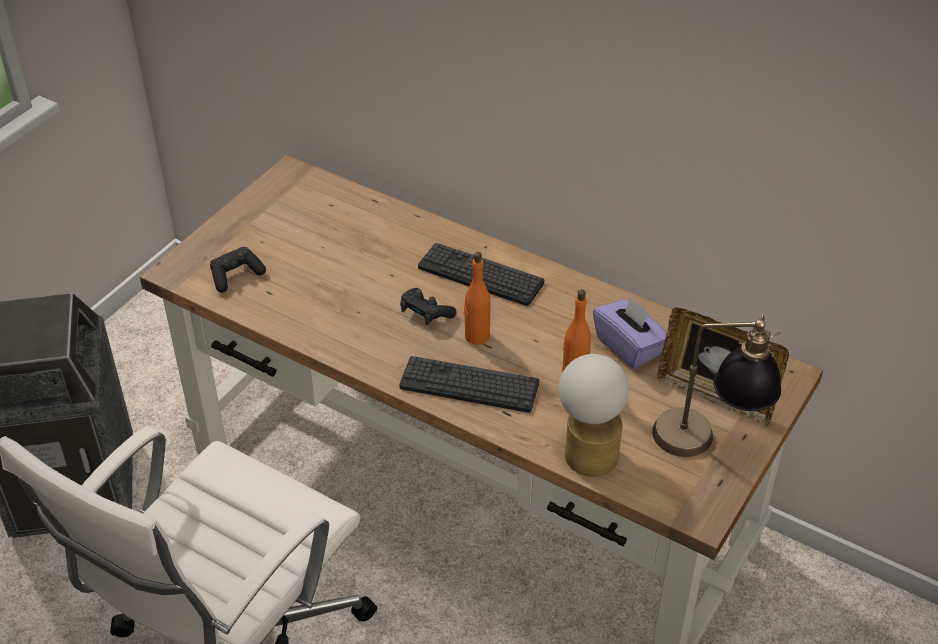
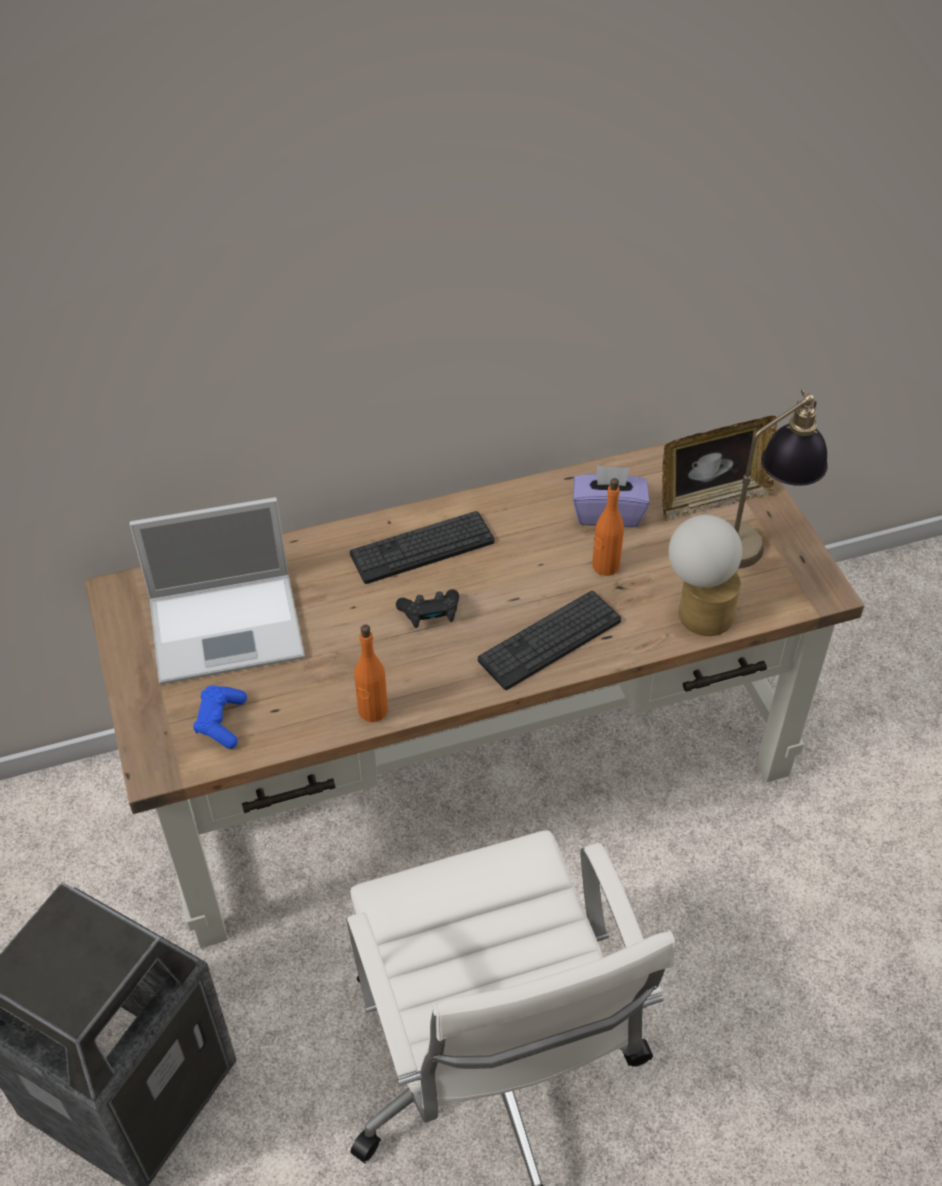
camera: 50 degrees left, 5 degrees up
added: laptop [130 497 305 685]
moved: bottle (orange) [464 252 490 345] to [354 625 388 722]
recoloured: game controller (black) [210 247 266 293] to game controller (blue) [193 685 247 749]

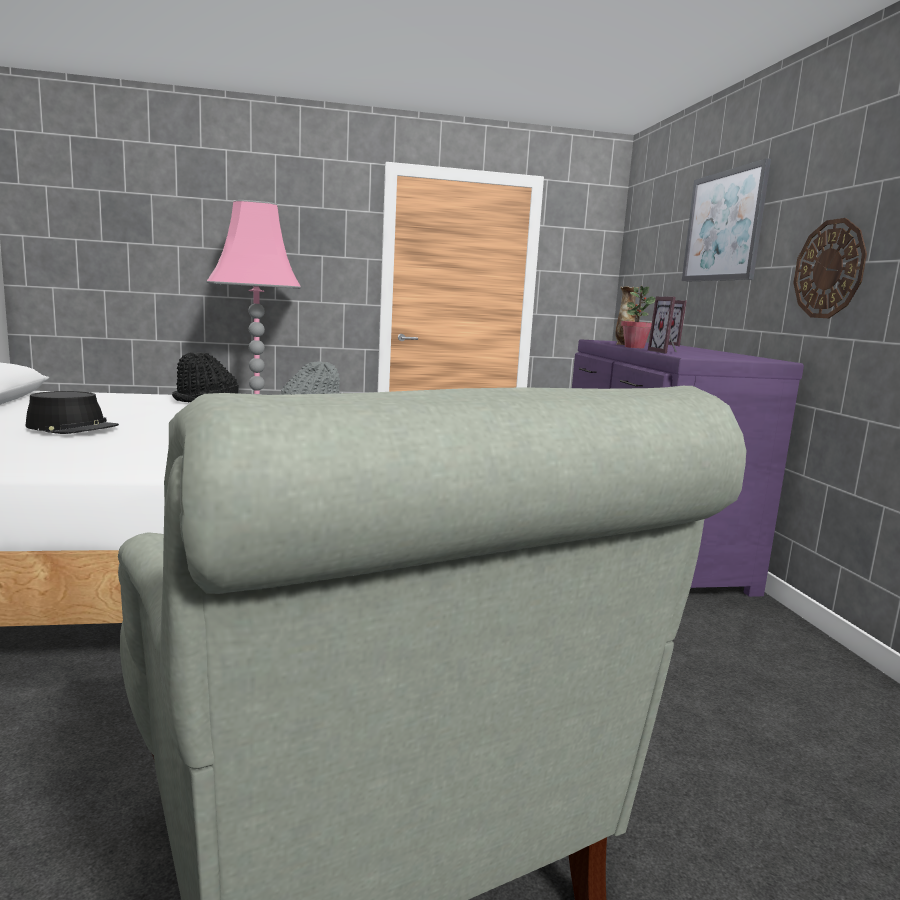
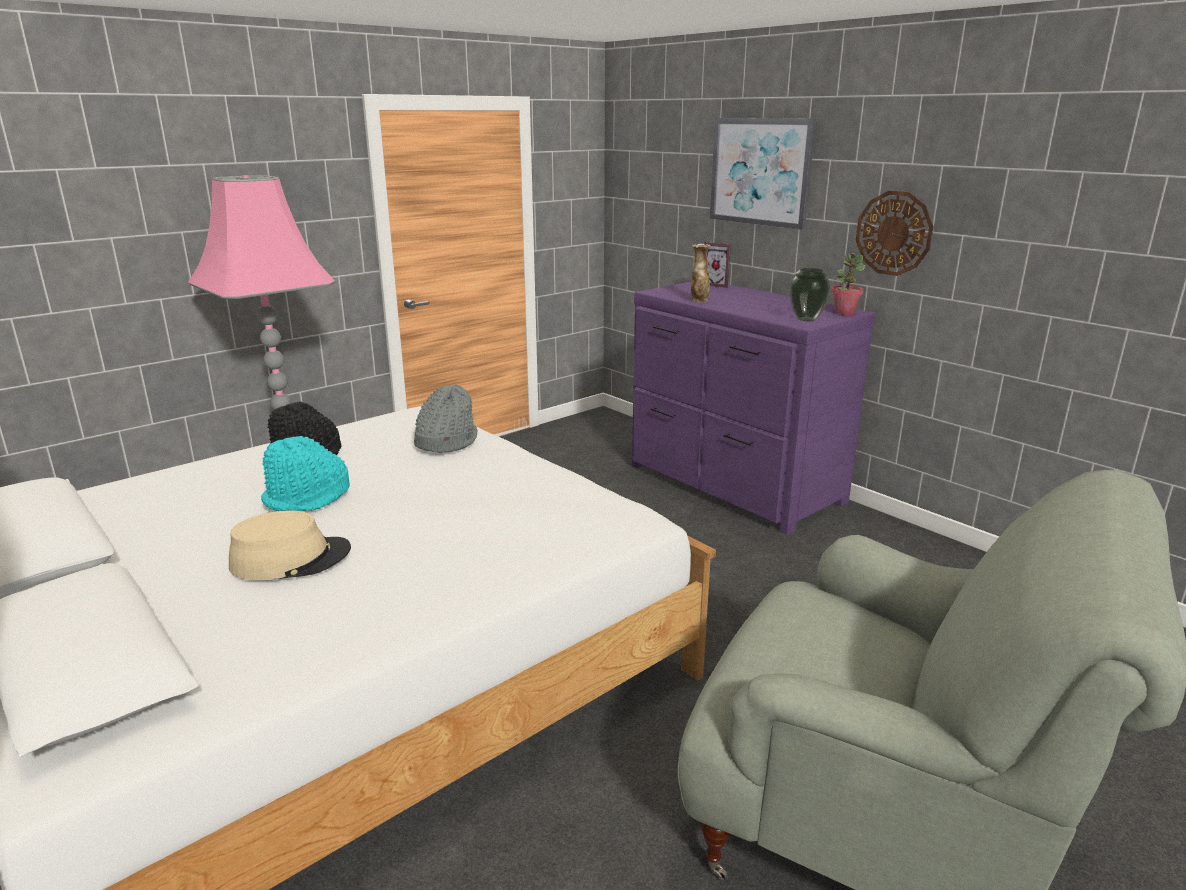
camera: 30 degrees left, 10 degrees up
removed: picture frame [648 296 677 354]
added: hat (turquoise) [261 436 350 511]; vase [789 268 831 321]
moved: potted plant [621 286 656 348] to [831 253 865 315]
recoloured: hat (black) [25 391 119 434] to hat (beige) [229 511 351 580]

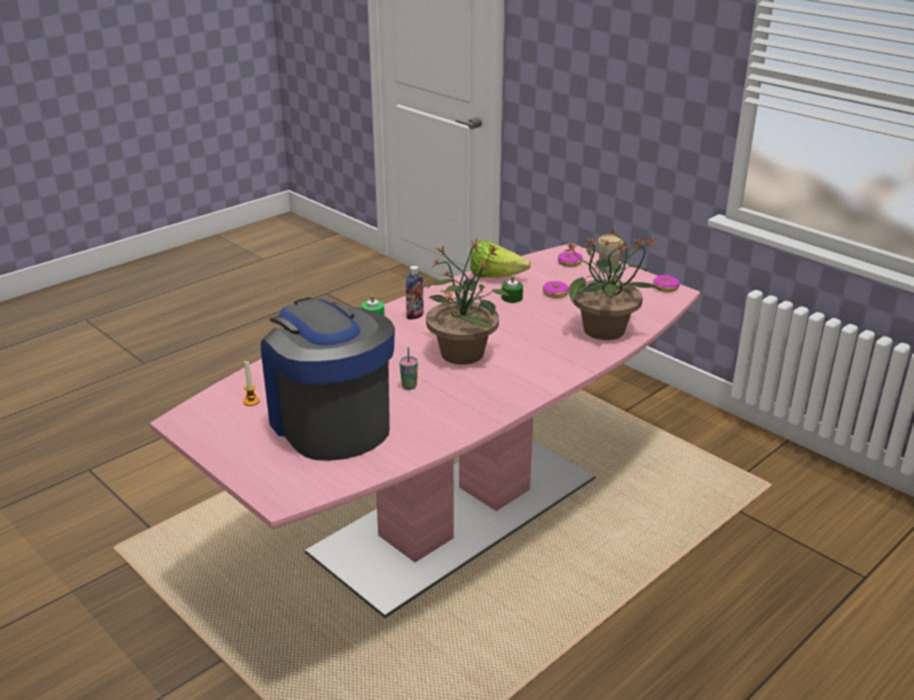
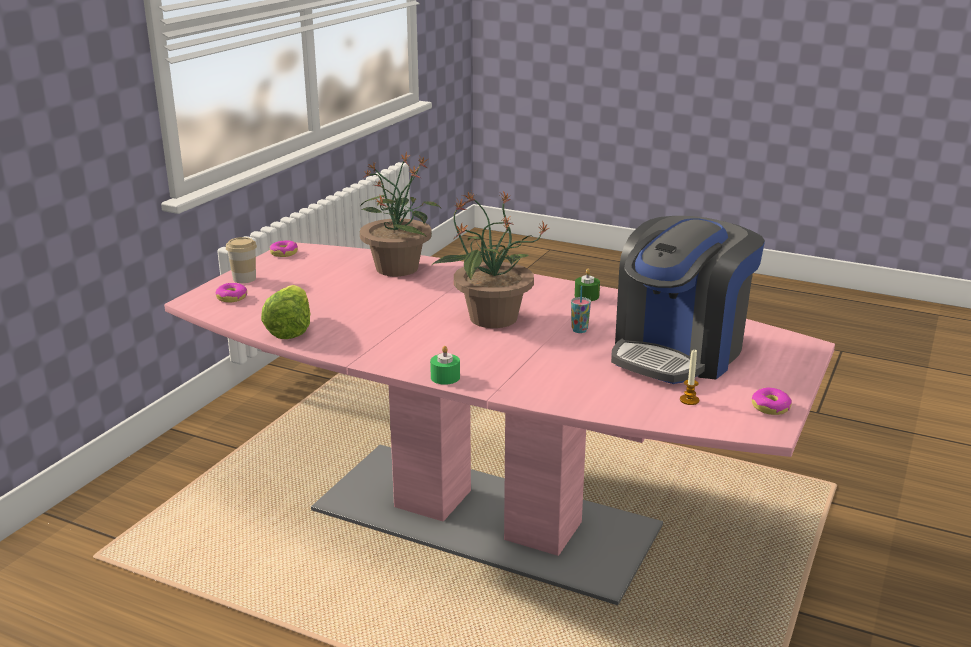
camera: 110 degrees left, 5 degrees down
removed: bottle [406 266 424 320]
moved: candle (green) [502 275 523 303] to [575 269 600 301]; donut [543 281 569 298] to [752 387 792 415]

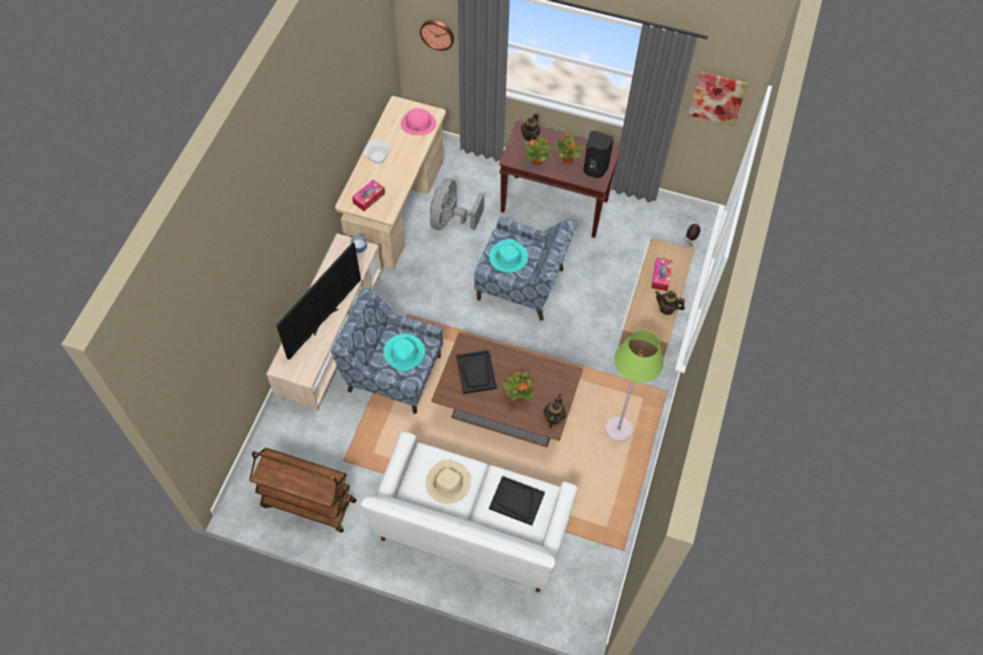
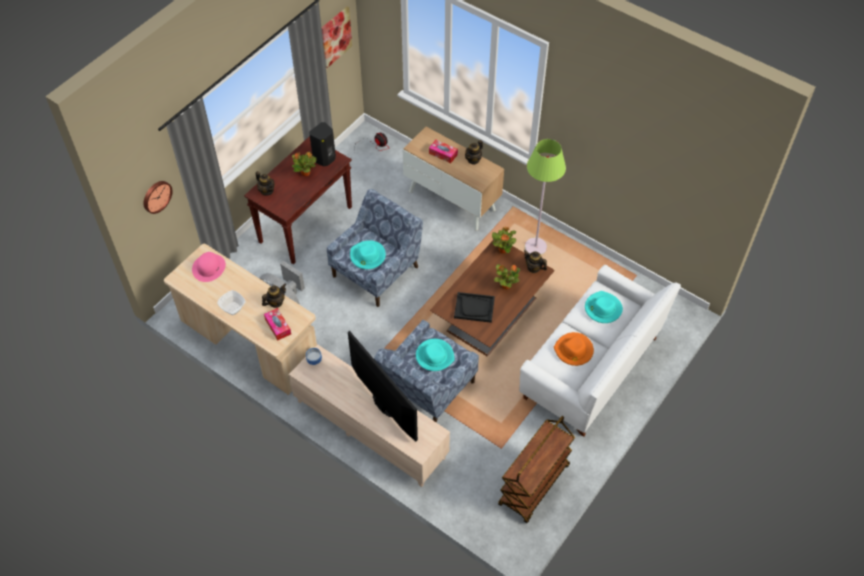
camera: 70 degrees left, 5 degrees down
added: teapot [262 284 286 308]
moved: potted plant [524 138 552 165] to [492 227 517 254]
replaced: tray (black) [489 476 545 526] to hat (turquoise) [585 291 623 323]
recoloured: hat (beige) [426 460 471 503] to hat (orange) [554 332 594 366]

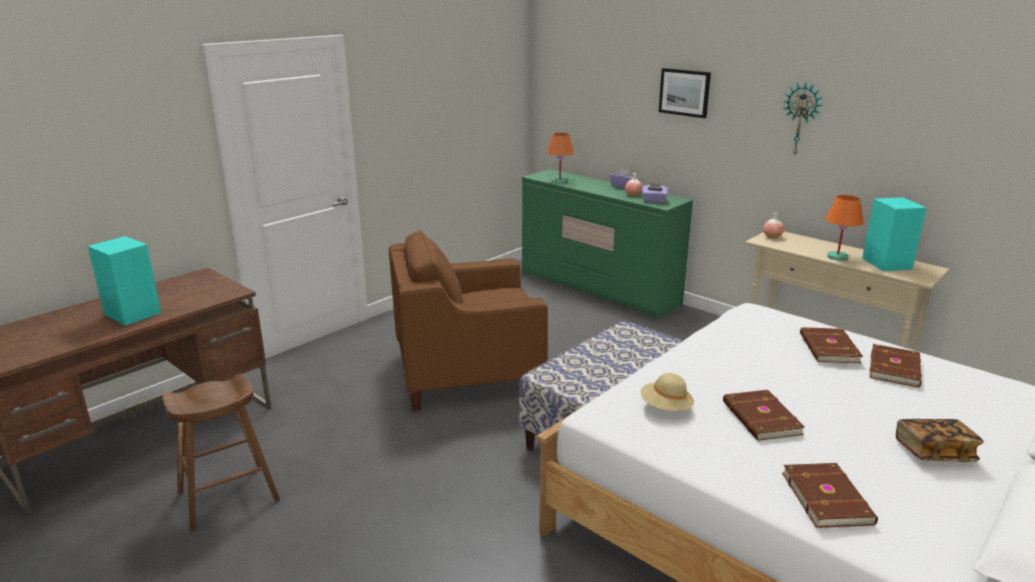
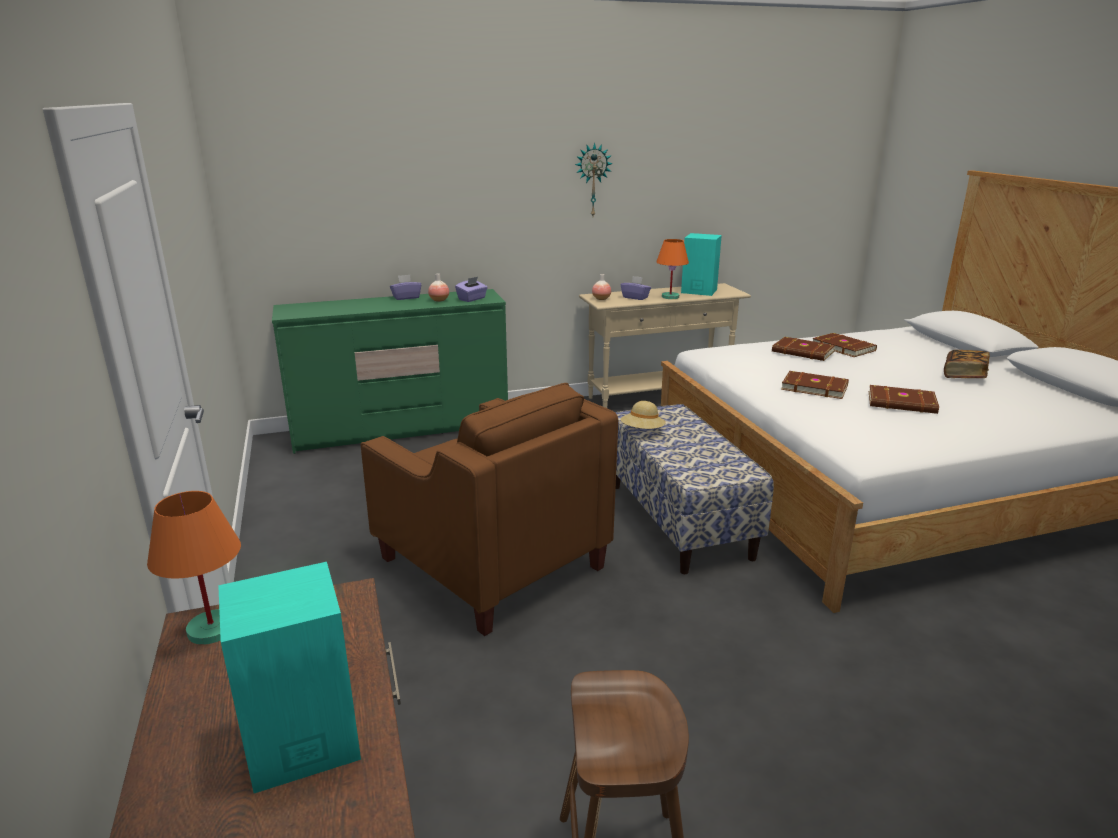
camera: 60 degrees left, 0 degrees up
removed: picture [659 68 711 118]
added: tissue box (purple) [621 276 651 300]
moved: table lamp (orange) [547 133 574 184] to [147 491 241 645]; hat (beige) [641 373 694 411] to [621 401 666 429]; book (brown) [782 463 878 528] to [781 371 849 399]
turned: armchair (brown) [389 230 548 411] = [361 383 618 636] 60 degrees counterclockwise

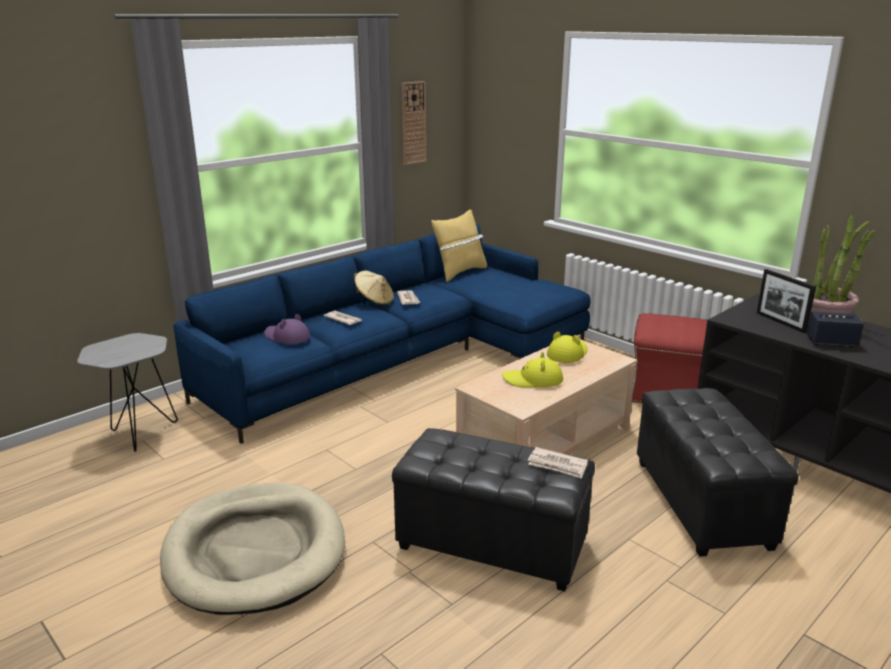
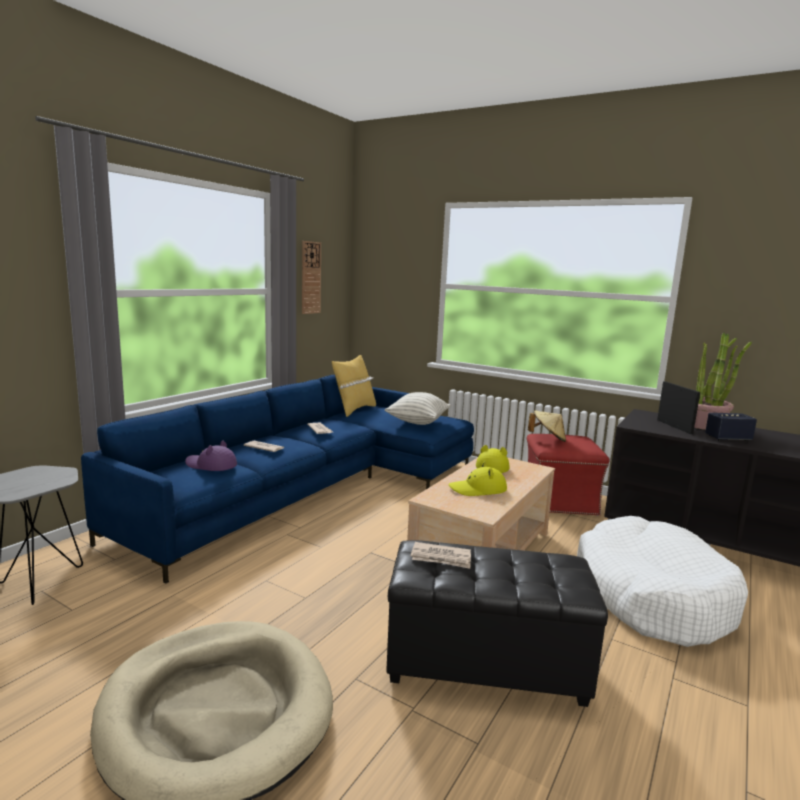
camera: 15 degrees left, 10 degrees down
added: pillow [385 392 451 425]
moved: hat (beige) [353 271 394 305] to [528 411 566 442]; newspaper [528 447 588 478] to [411 542 471 569]
replaced: ottoman (black) [637 388 798 557] to dog bed (white) [577 516 748 647]
turned: picture frame [757 269 816 333] = [657 381 700 434] 150 degrees counterclockwise

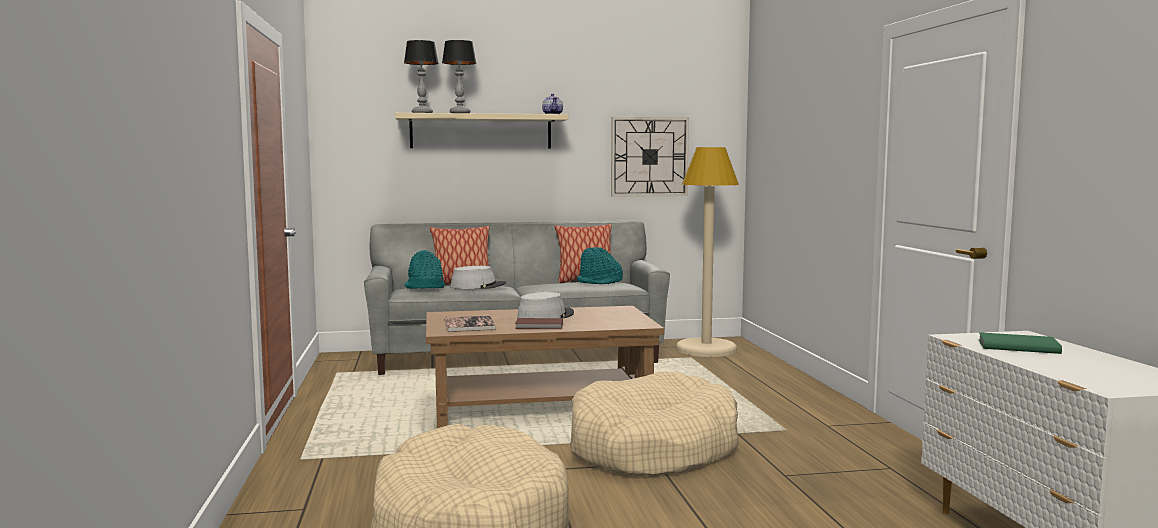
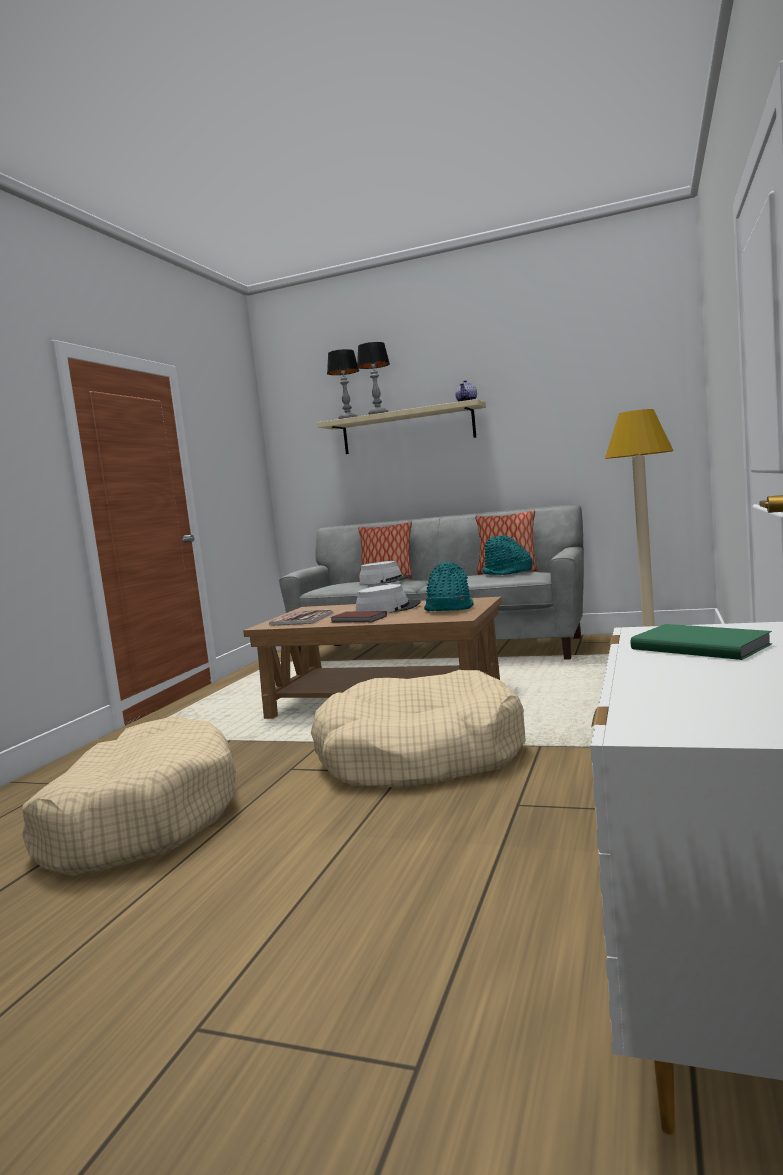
camera: 30 degrees right, 0 degrees up
removed: wall clock [611 117 689 197]
moved: hat (turquoise) [404 250 445 289] to [424 561 473 611]

